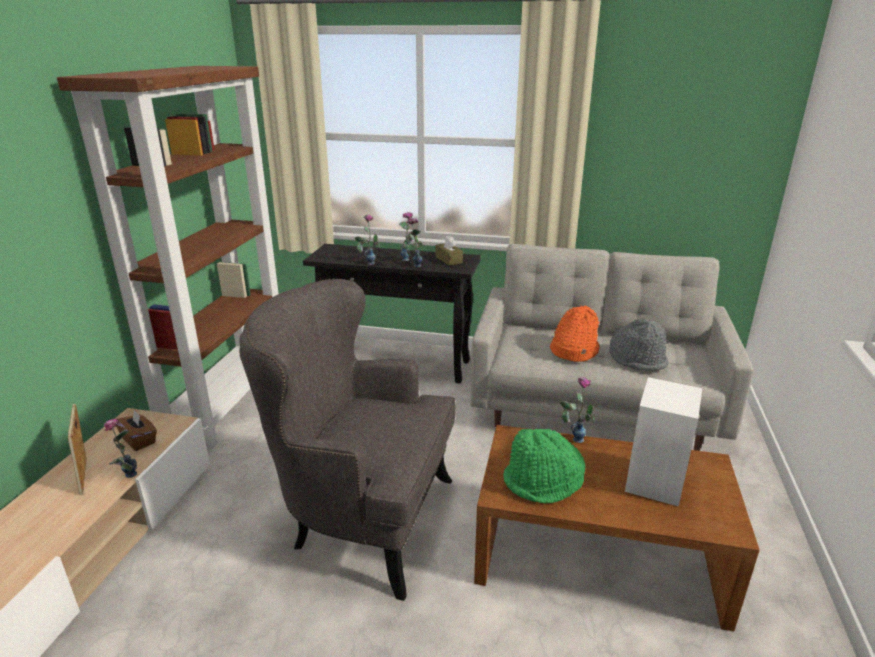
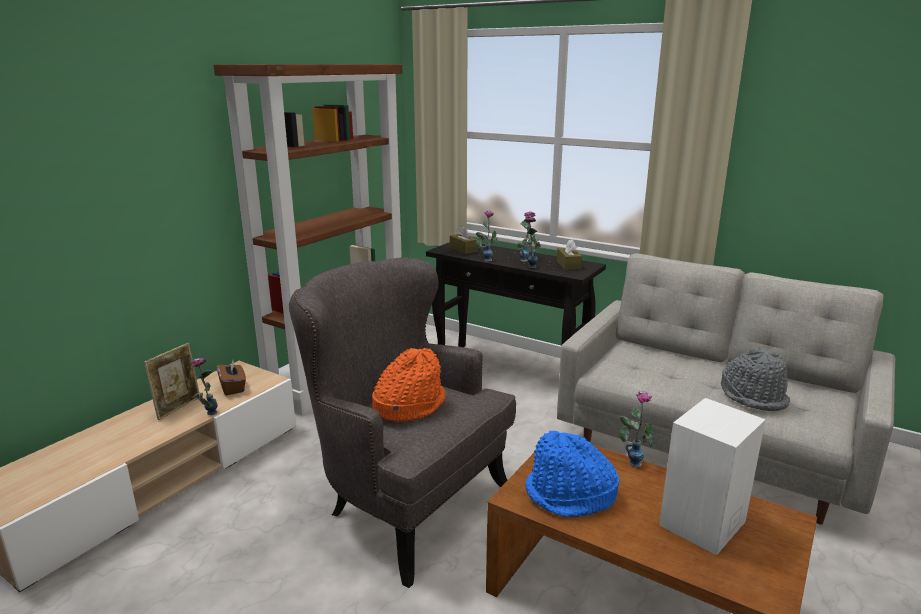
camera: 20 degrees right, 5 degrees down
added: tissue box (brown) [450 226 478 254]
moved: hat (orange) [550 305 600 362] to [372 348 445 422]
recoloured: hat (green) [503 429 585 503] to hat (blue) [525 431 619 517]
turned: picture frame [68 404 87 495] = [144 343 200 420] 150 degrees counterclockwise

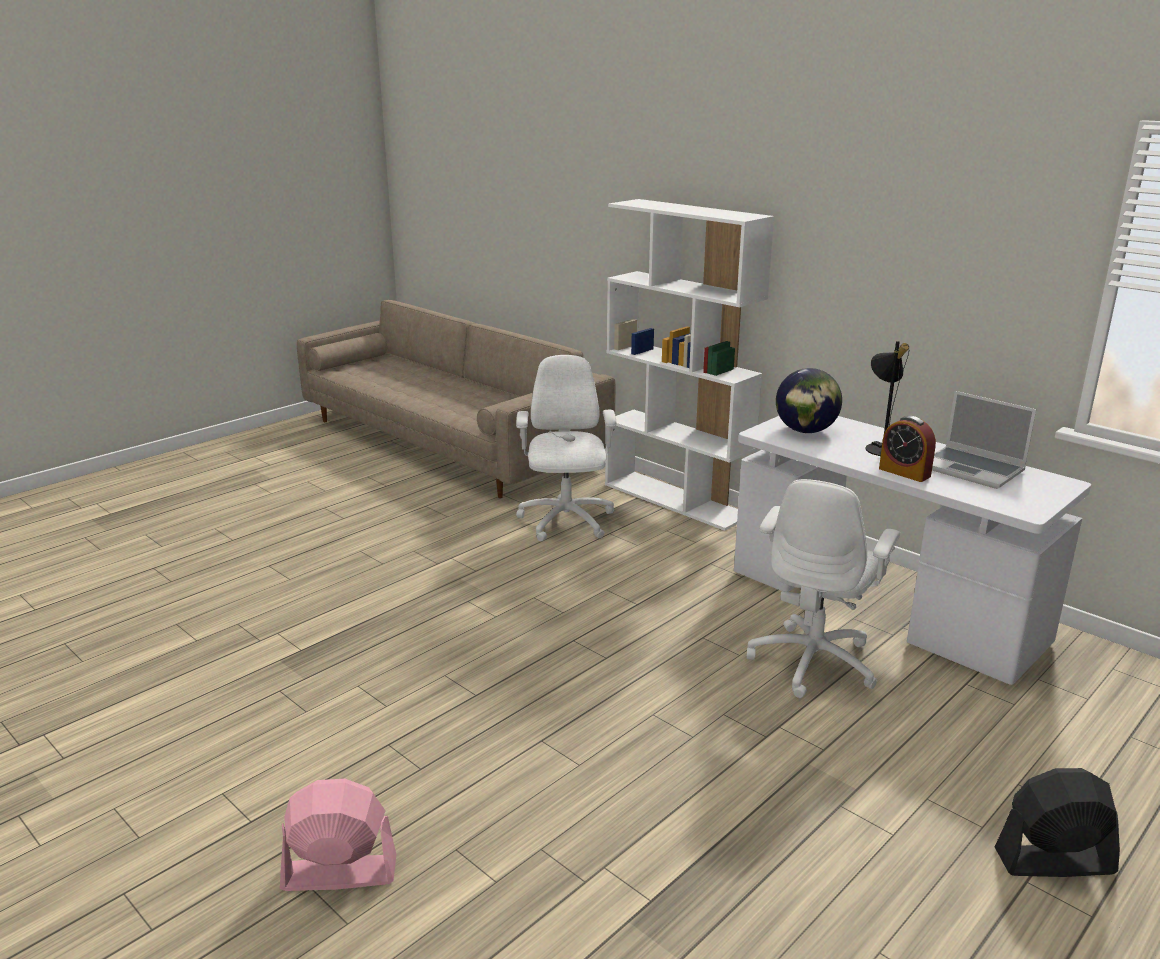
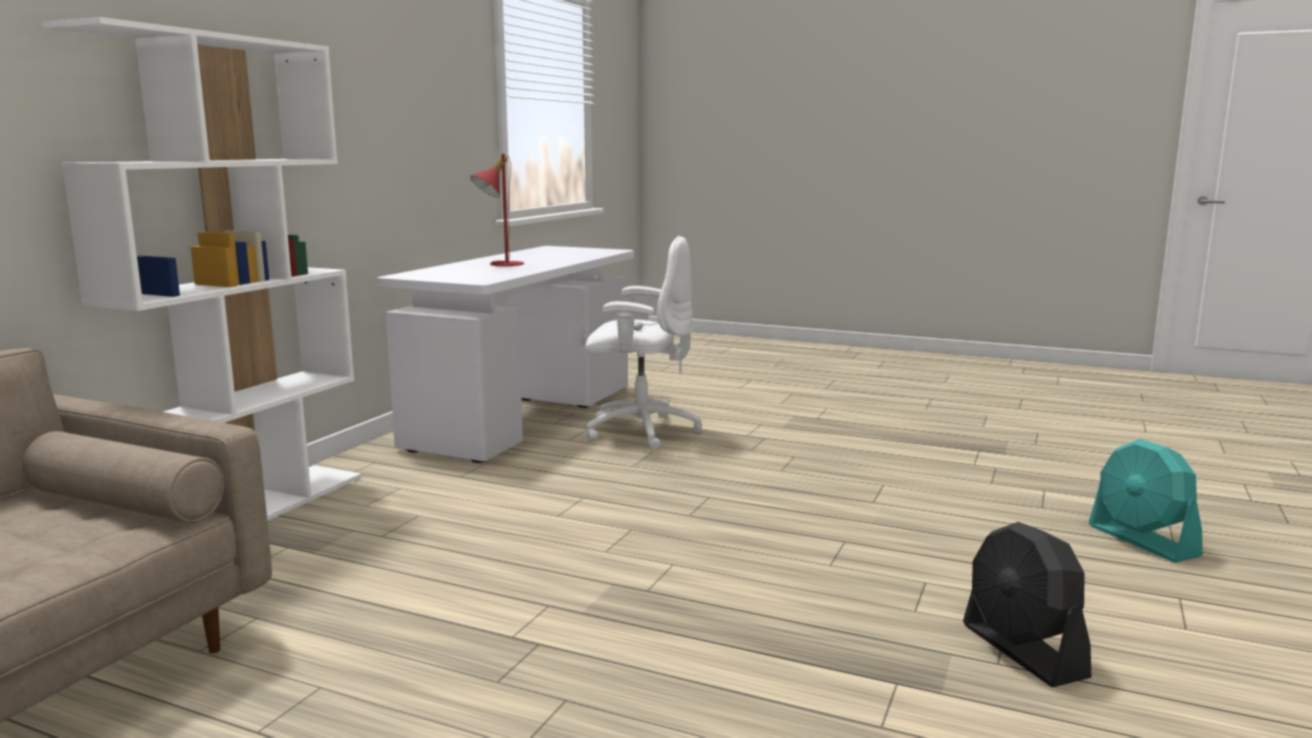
camera: 110 degrees left, 10 degrees down
removed: office chair (white) [516 355 616 541]; globe [776 368 842 433]; alarm clock [879 416 936 482]; laptop [932 391 1036 489]
moved: fan (black) [994 768 1120 877] to [963 522 1091 687]
recoloured: fan (pink) [280 779 396 891] to fan (turquoise) [1088 439 1203 563]; table lamp (black) [865 341 909 456] to table lamp (red) [470 154 524 266]

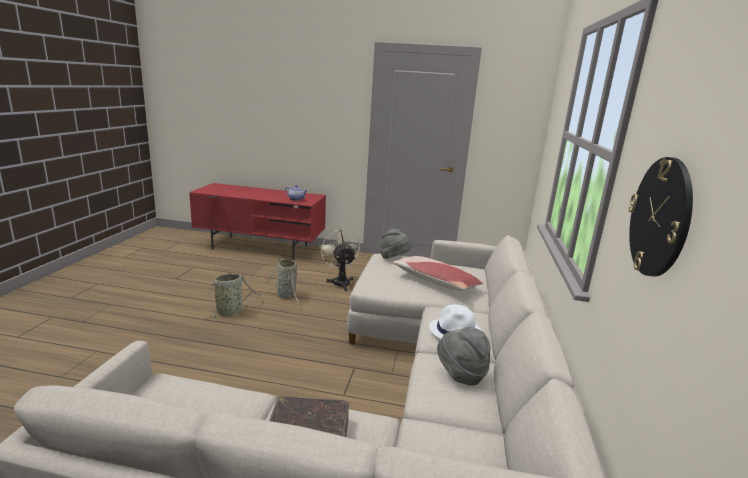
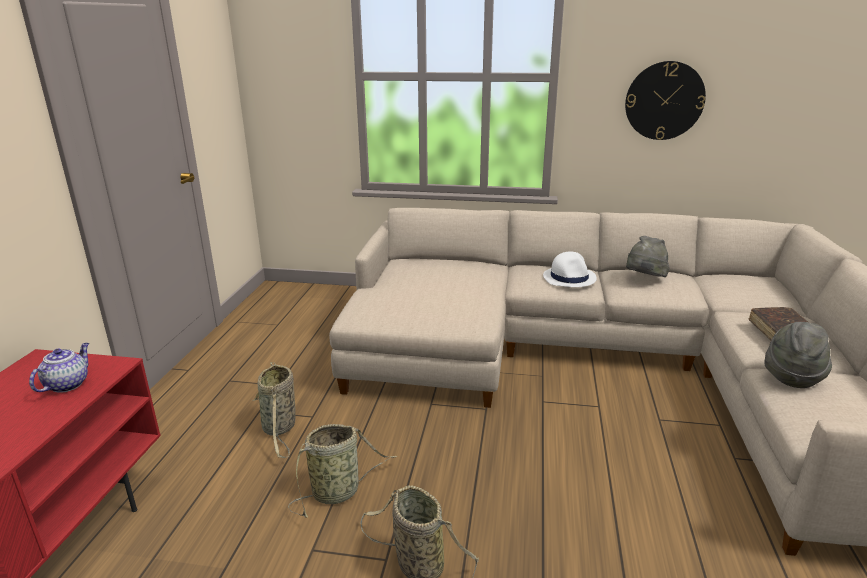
camera: 90 degrees left, 5 degrees up
removed: pillow [393 256 484 291]
moved: hat (grey) [380 228 412 259] to [765 322 832 388]
replaced: fan (beige) [319 228 360 291] to basket [253 362 296 458]

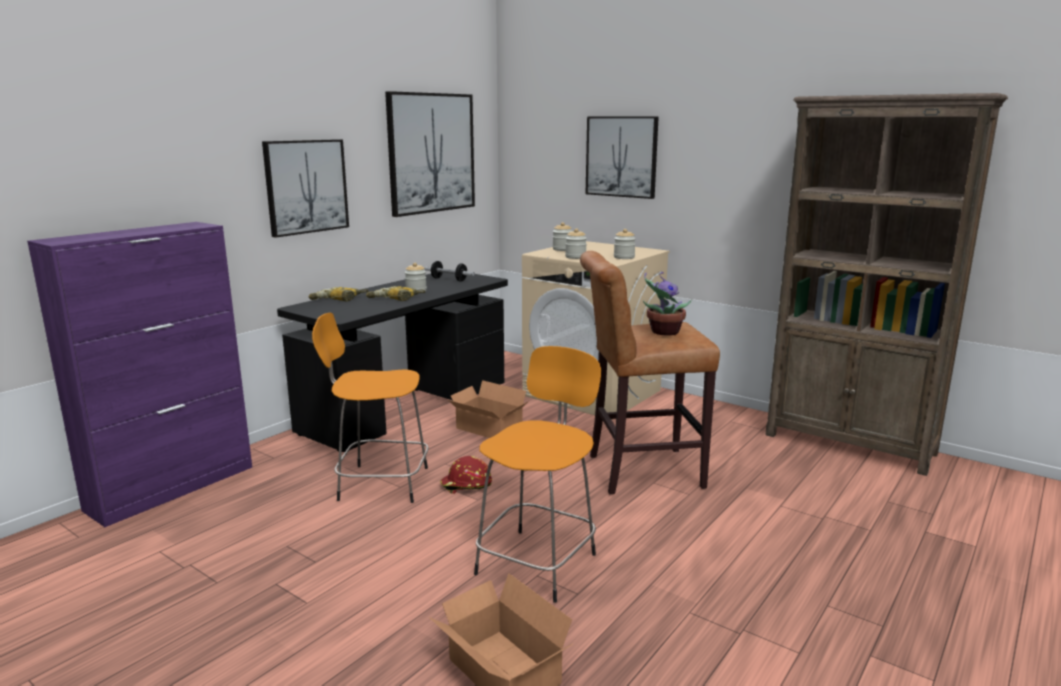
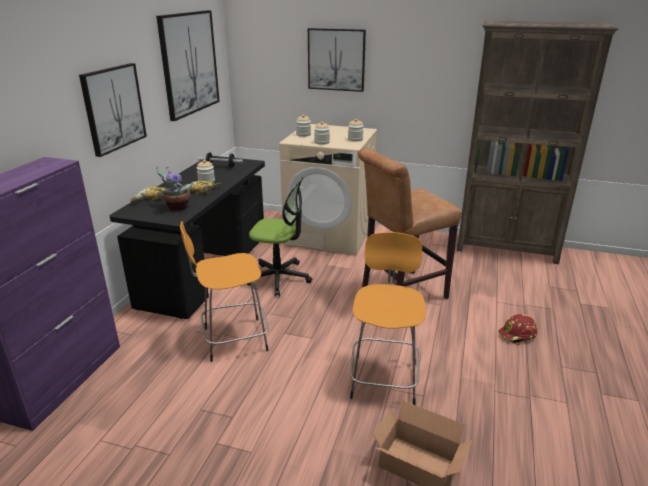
camera: 20 degrees left, 10 degrees up
moved: hard hat (red) [440 456 492 494] to [498 314 538 345]; potted plant [643 272 692 336] to [156 166 193 211]
replaced: cardboard box [448 380 529 438] to office chair [247 177 312 296]

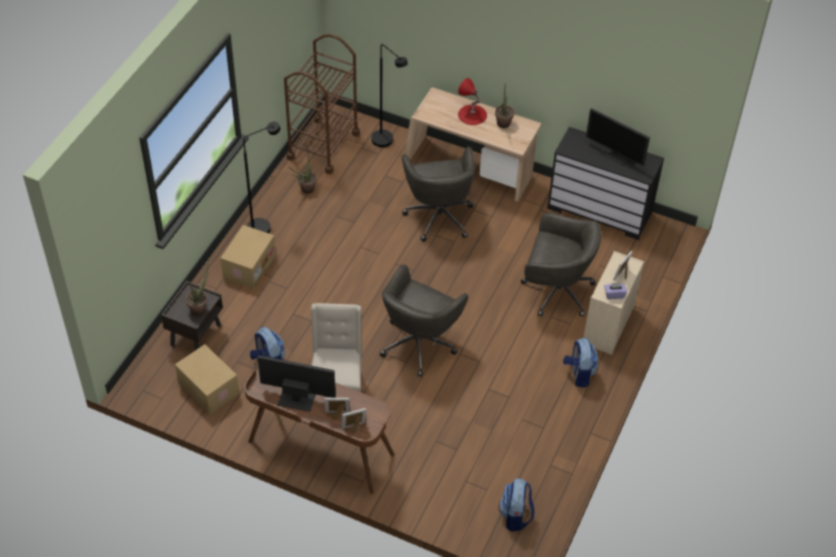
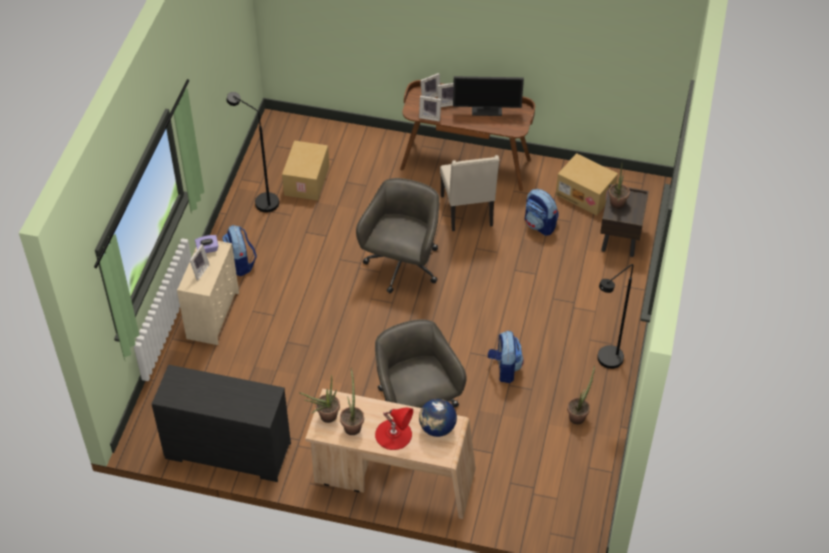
camera: 170 degrees right, 0 degrees up
removed: cart (brown) [284 34 360 174]; office chair (grey) [521 213 601 317]; monitor [586 108 650 166]
added: potted plant [300 374 340 423]; picture frame [419 96 441 122]; globe [419 399 457 437]
moved: cardboard box [220 225 276 289] to [282 141 329 201]; floor lamp (black) [371 44 408 148] to [227 92 279 213]; backpack [498 478 534 531] to [488 331 524 383]

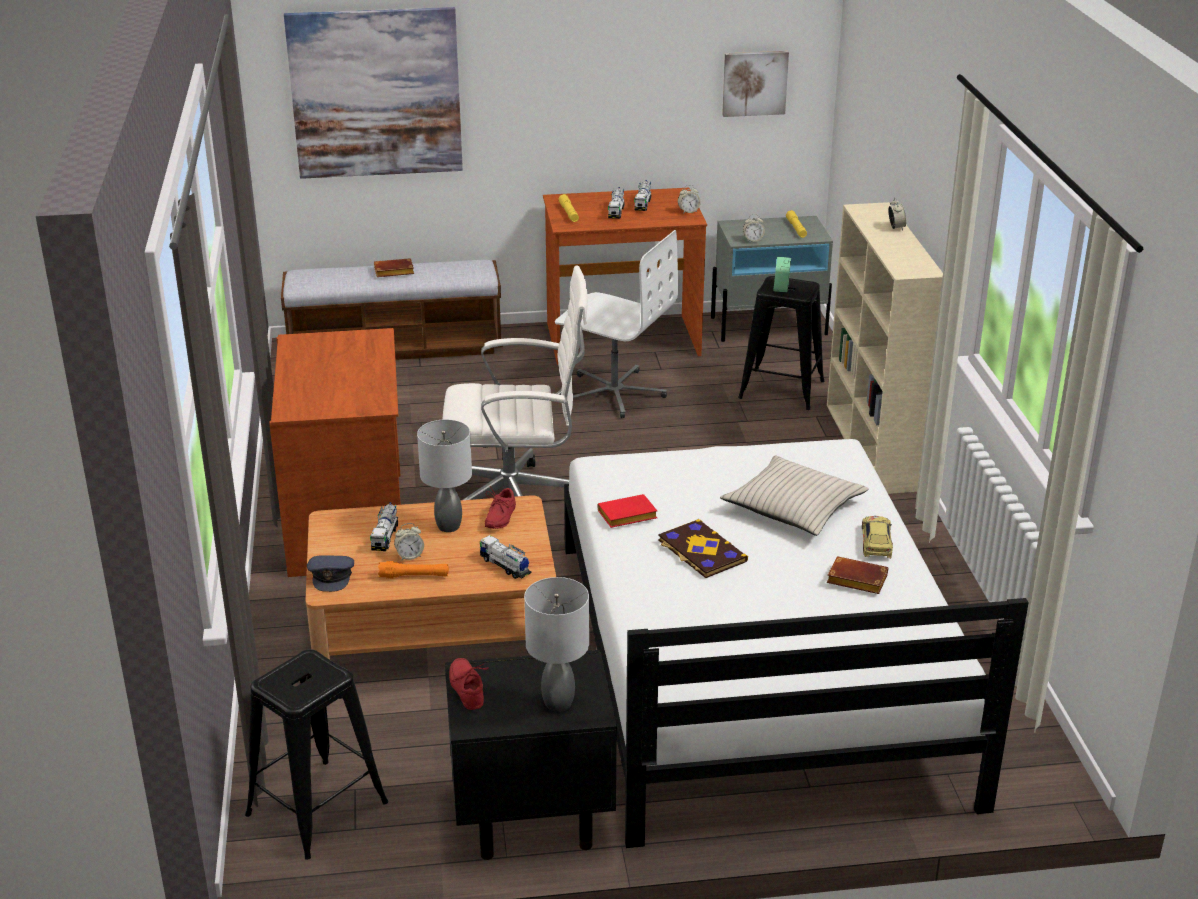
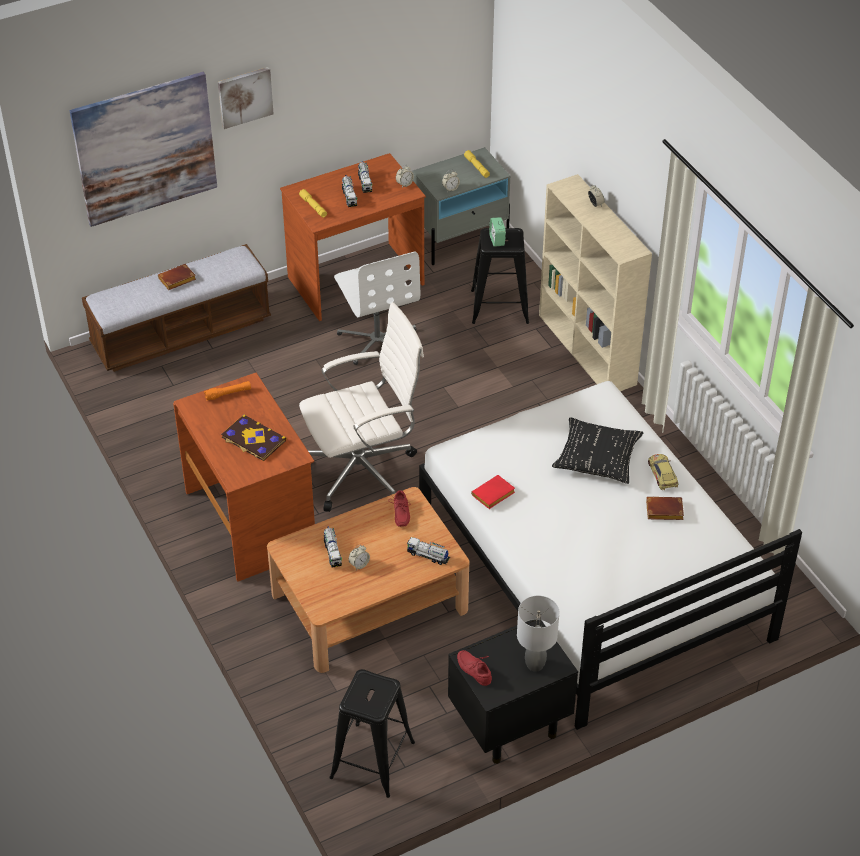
camera: 20 degrees left, 15 degrees up
removed: cap (grey) [307 555 354 592]; table lamp (grey) [417 419 472 532]
moved: flashlight (orange) [378 561 449 578] to [204 381 251 401]; book [658 519 748 578] to [221 414 286 461]; picture [722 51 789 117] to [218 67 274 129]
recoloured: pillow (beige) [720 455 869 536] to pillow (black) [552 417 644 484]
turned: office chair (white) [555 230 678 418] = [334 252 420 365] 60 degrees clockwise

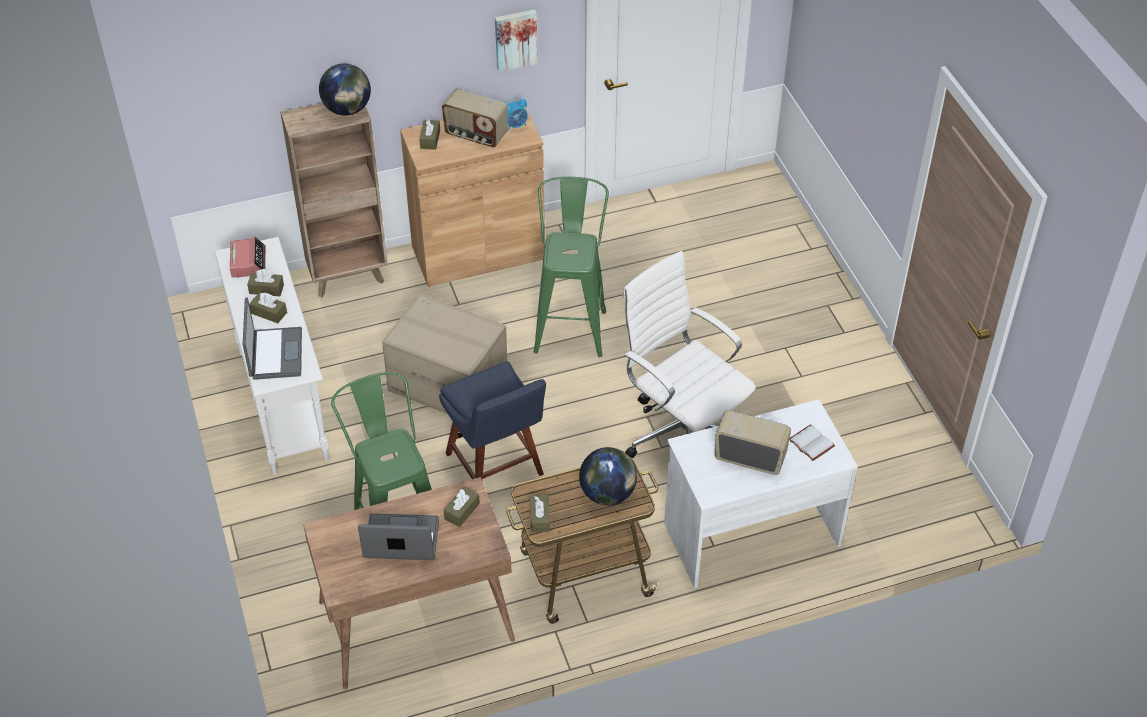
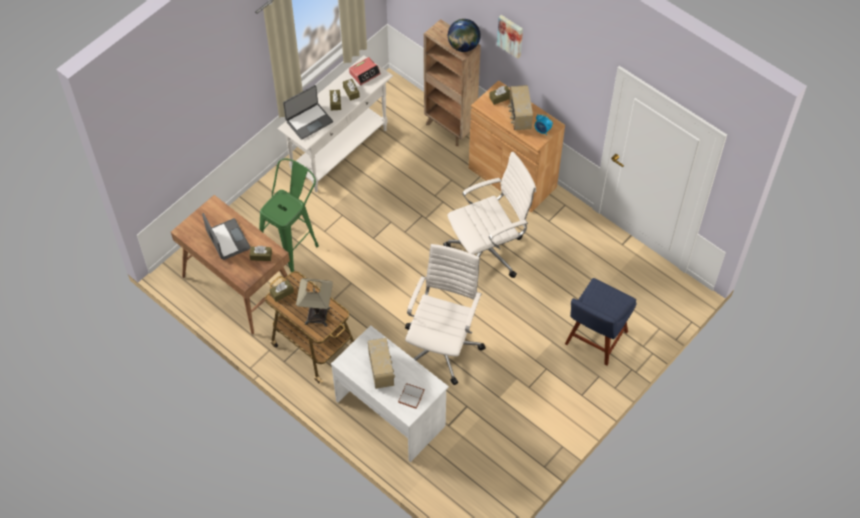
camera: 60 degrees right, 10 degrees up
removed: cardboard box [382 294 507 414]
moved: chair (blue) [439 361 546 481] to [565 278 637 366]; picture [495 9 538 72] to [497 15 523 59]
replaced: stool (green) [534 176 609 357] to office chair (white) [443 152 536 278]; globe [579 447 637 505] to table lamp [296 278 333 327]

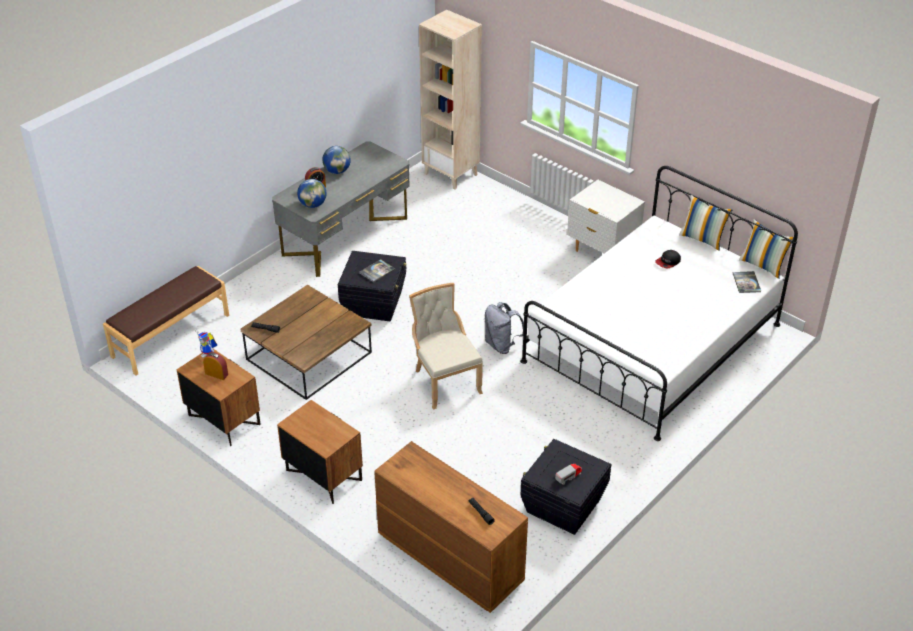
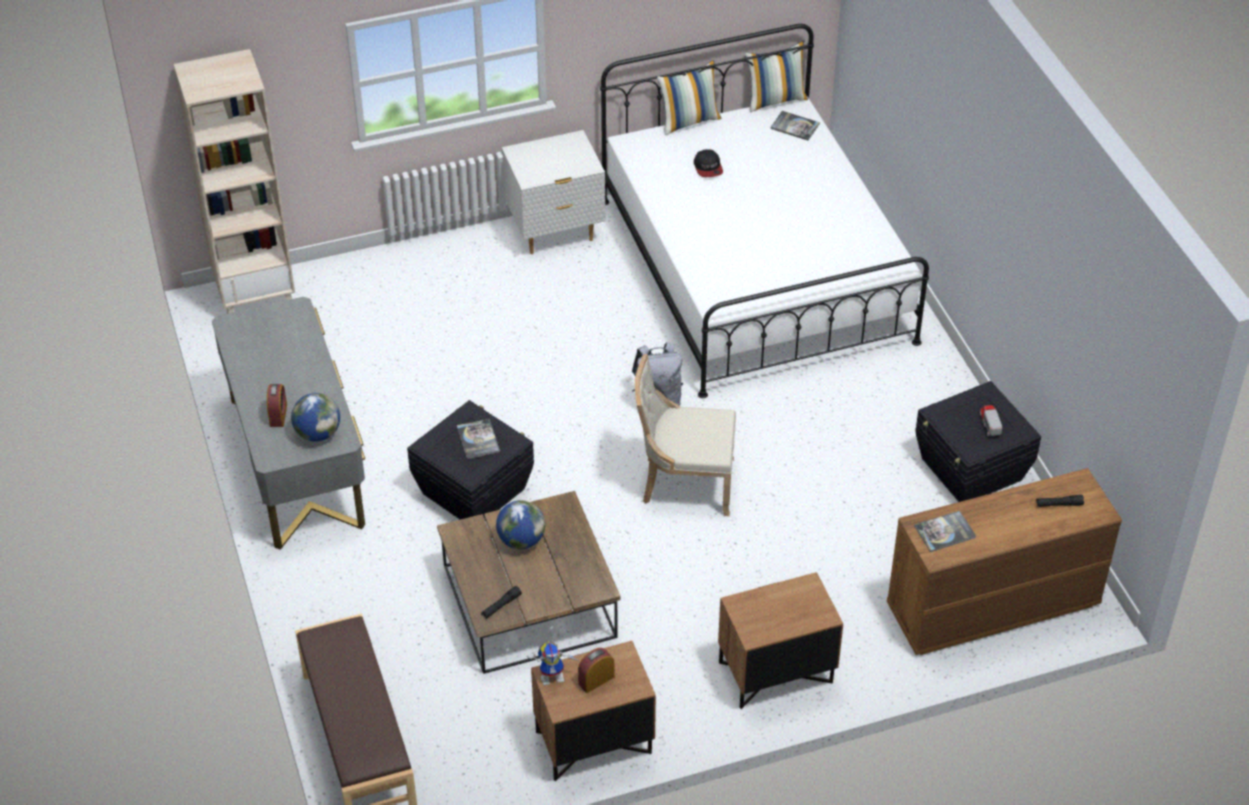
camera: 60 degrees left, 5 degrees up
added: book [914 511 976 552]
moved: globe [322 146 351 174] to [496 500 545 549]

